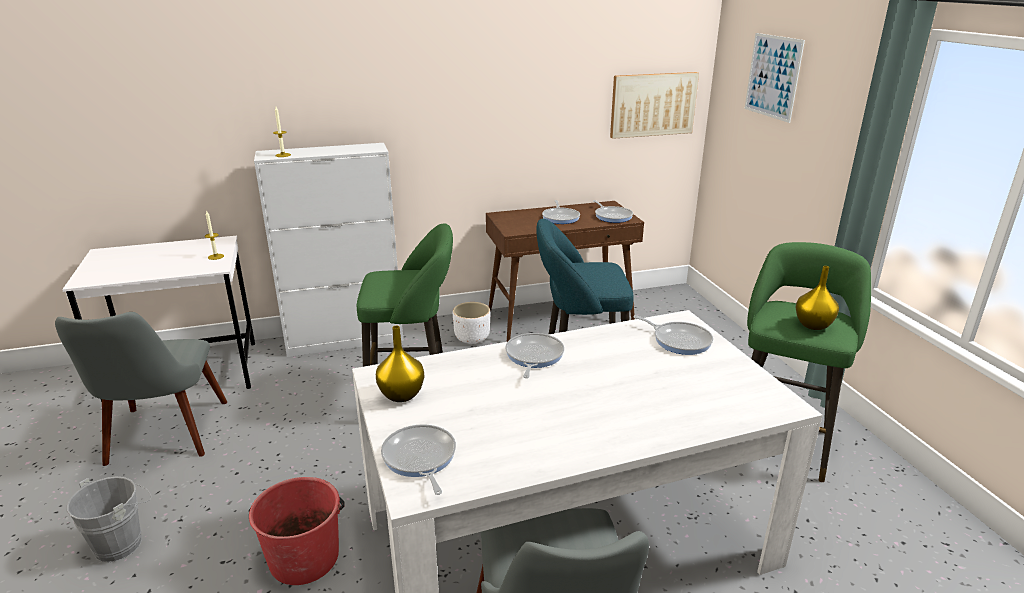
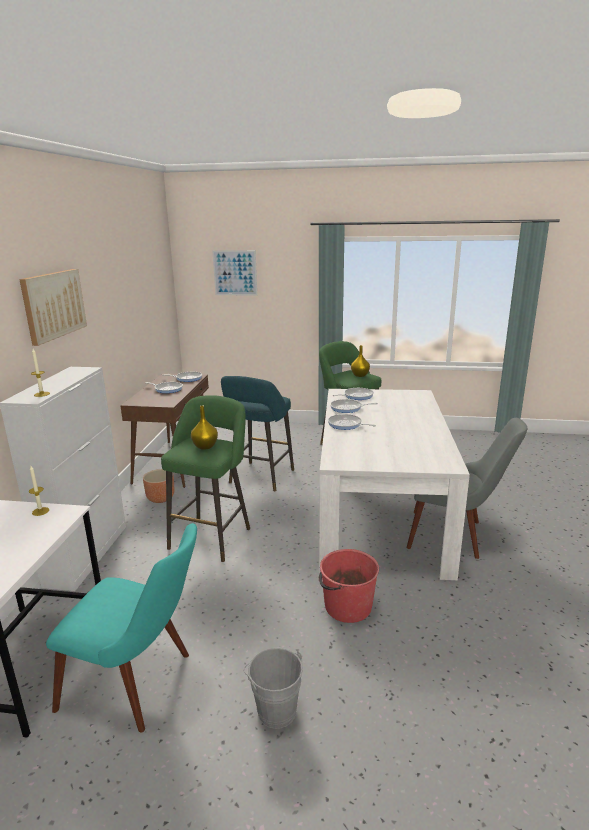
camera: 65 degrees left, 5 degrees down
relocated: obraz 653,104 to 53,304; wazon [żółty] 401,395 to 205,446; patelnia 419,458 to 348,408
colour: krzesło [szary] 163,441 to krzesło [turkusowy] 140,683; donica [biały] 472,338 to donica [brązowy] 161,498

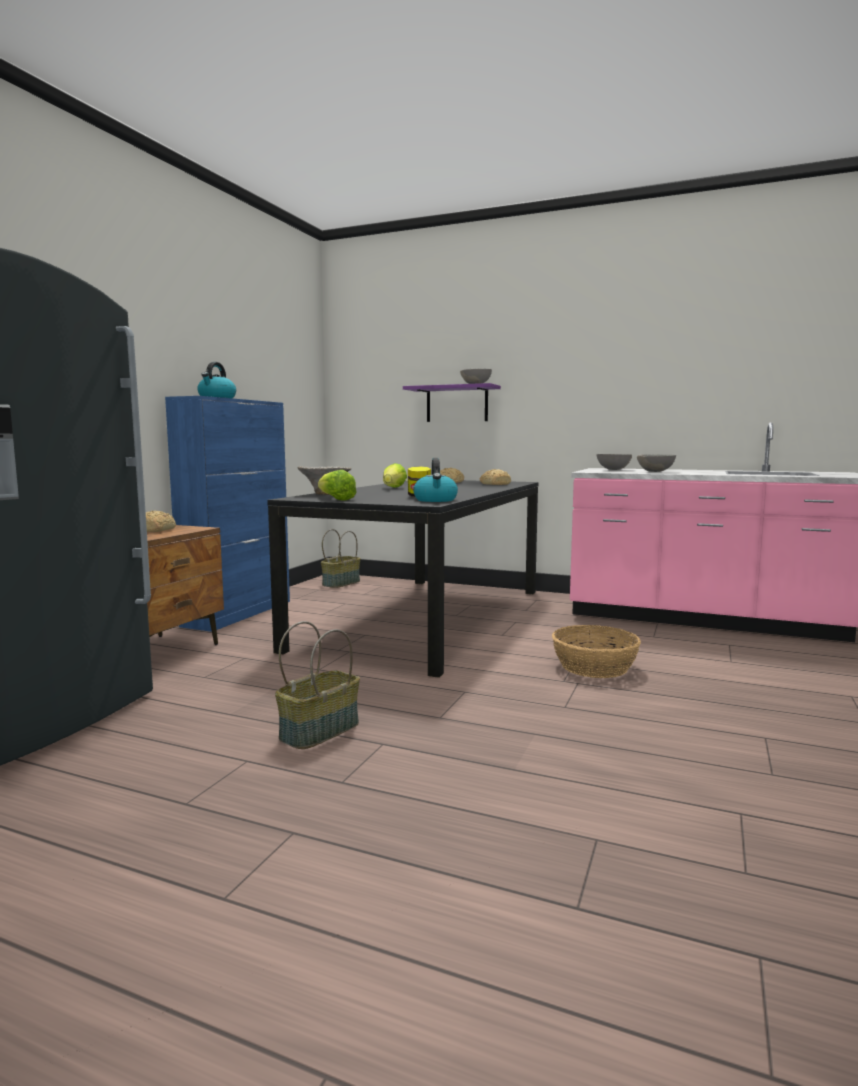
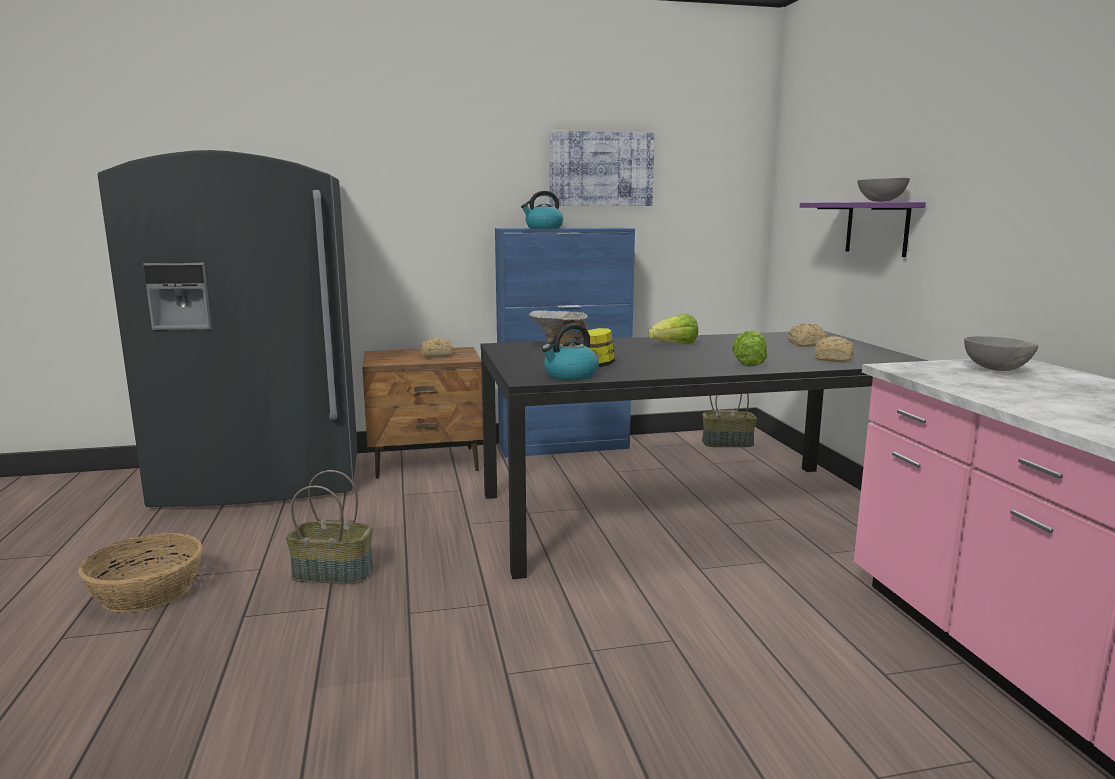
camera: 55 degrees right, 5 degrees up
missing: miska [szary] 656,471
appeared: obraz 601,169
relocated: koszyk 594,667 to 148,591; sałata 335,499 to 749,363

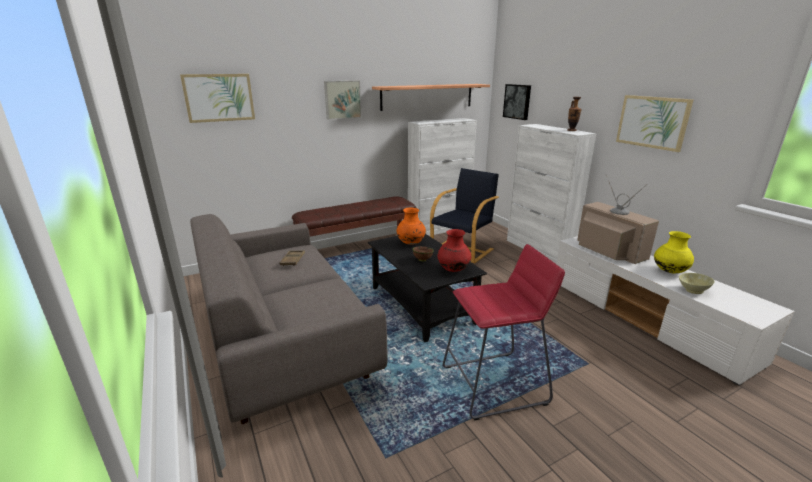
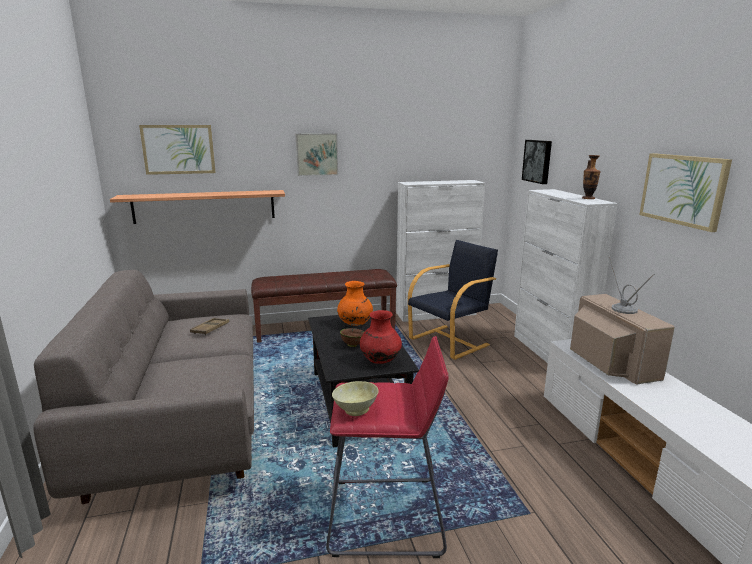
camera: 15 degrees right, 5 degrees down
missing: wazon [żółty] 669,271
relocated: półka 427,96 to 204,206; miska [beżowy] 692,290 to 355,410

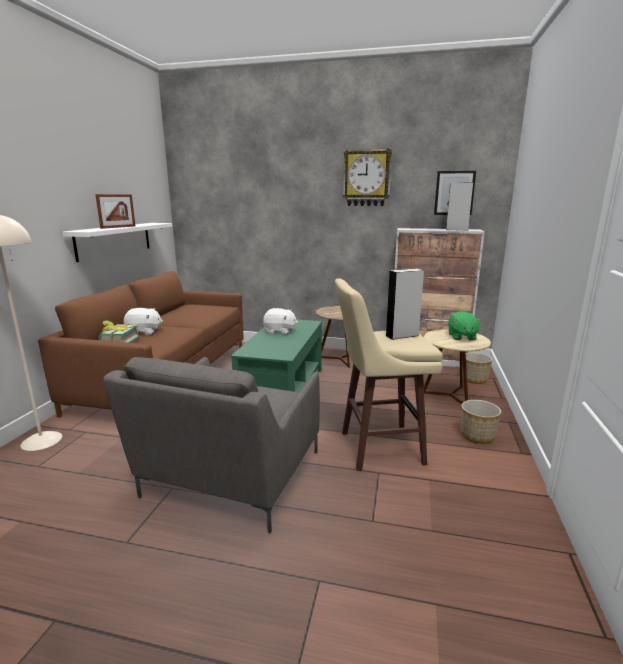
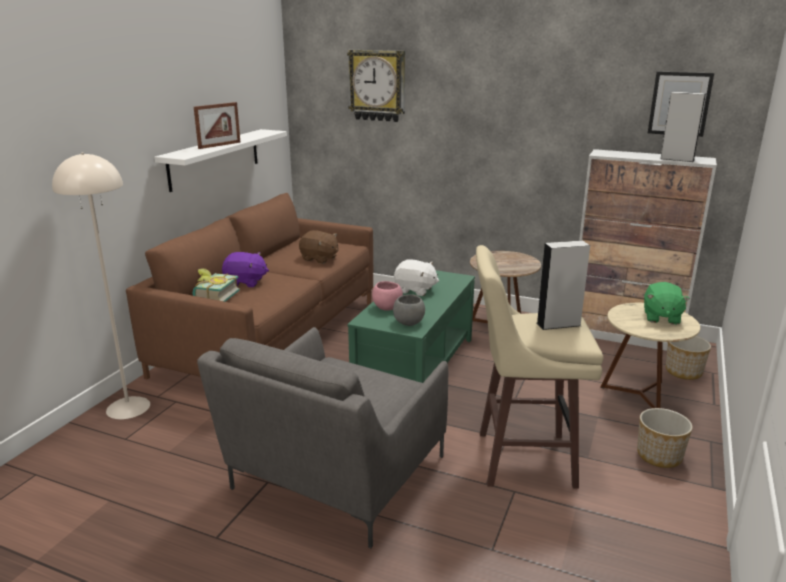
camera: 10 degrees right, 5 degrees up
appeared: pluszak [brązowy] 319,259; miska [różowy] 387,308; miska [szary] 408,322
relocated: zegar ścienny 367,178 to 377,85
colour: pluszak [biały] 144,332 to pluszak [fioletowy] 245,282

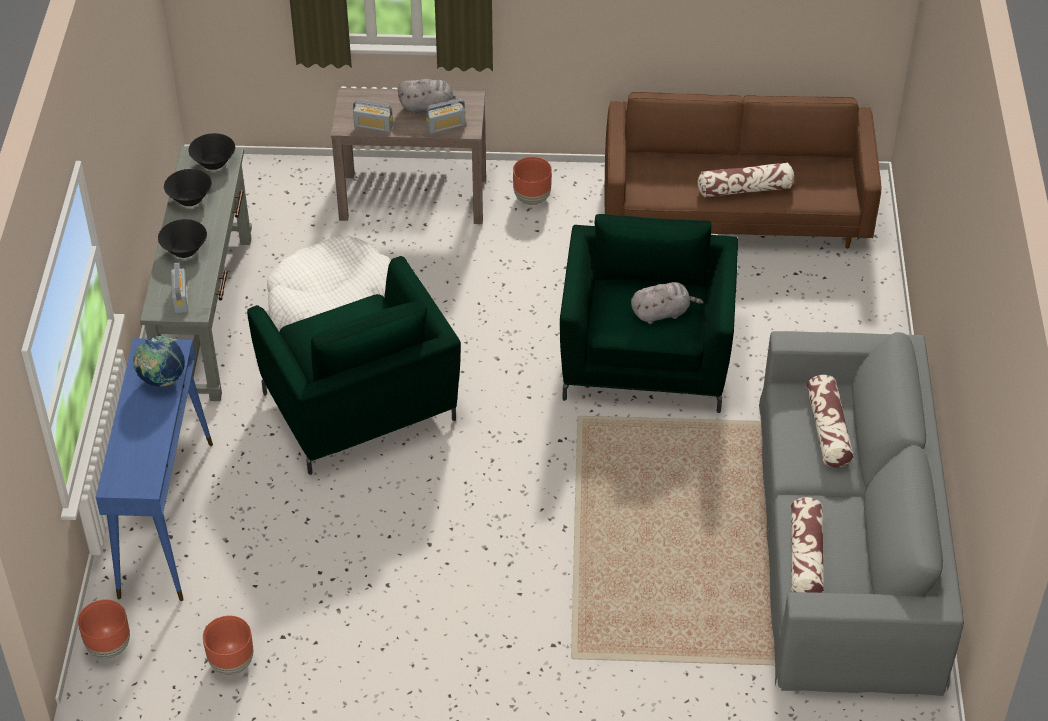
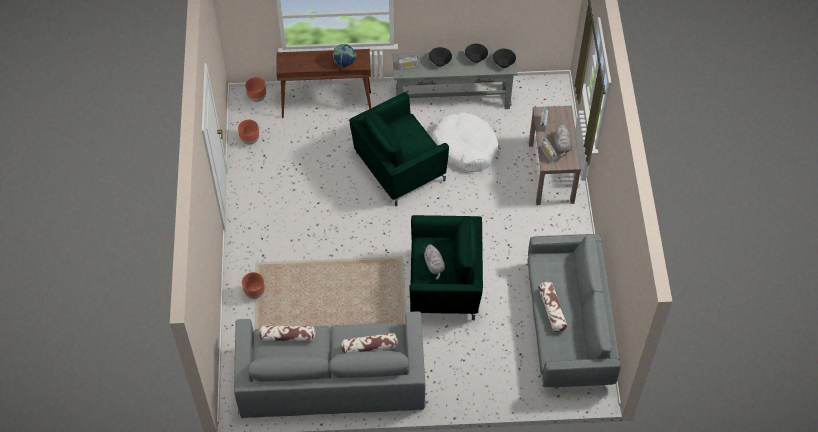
camera: 85 degrees right, 10 degrees up
relocated: donica [brązowy] 532,199 to 254,292
colour: stolik konsolowy [niebieski] 166,517 to stolik konsolowy [brązowy] 327,105; kanapa [brązowy] 735,210 to kanapa [szary] 568,324

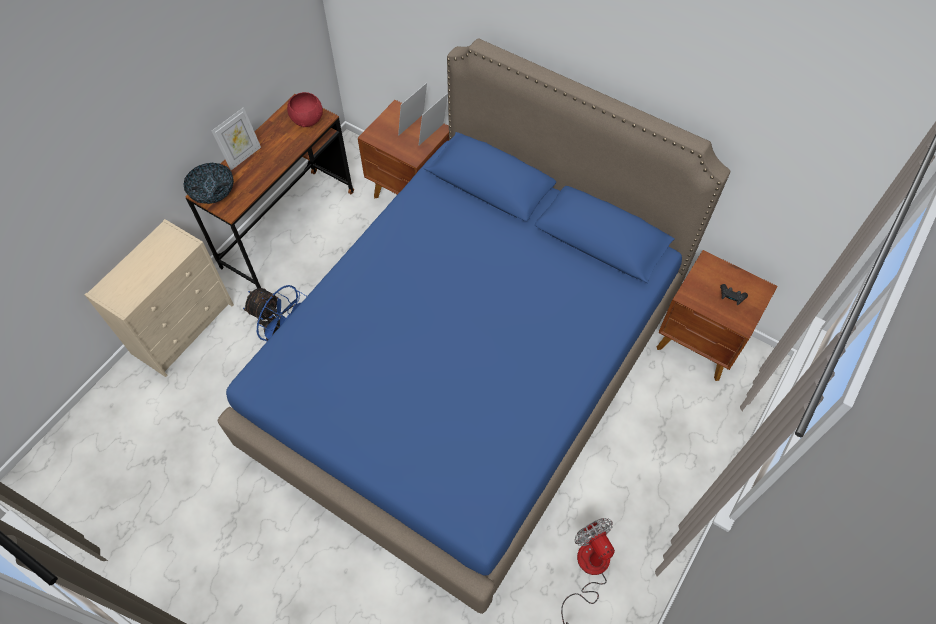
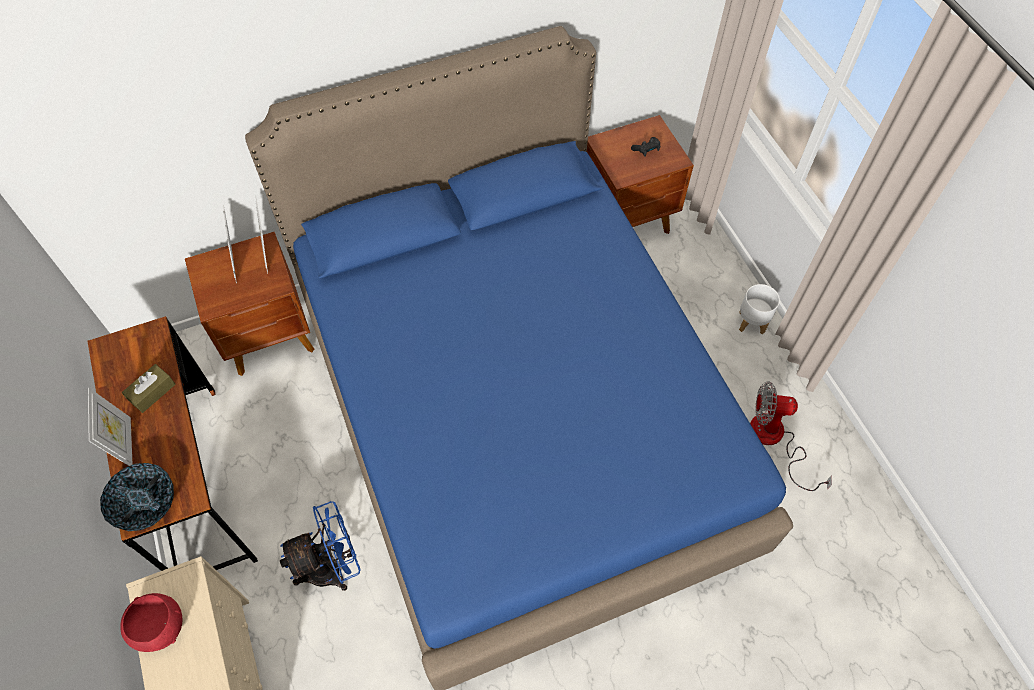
camera: 55 degrees left, 0 degrees up
appeared: pudełko chusteczek [brązowy] 152,392; donica [biały] 752,322
relocated: miska [czerwony] 307,119 to 159,627

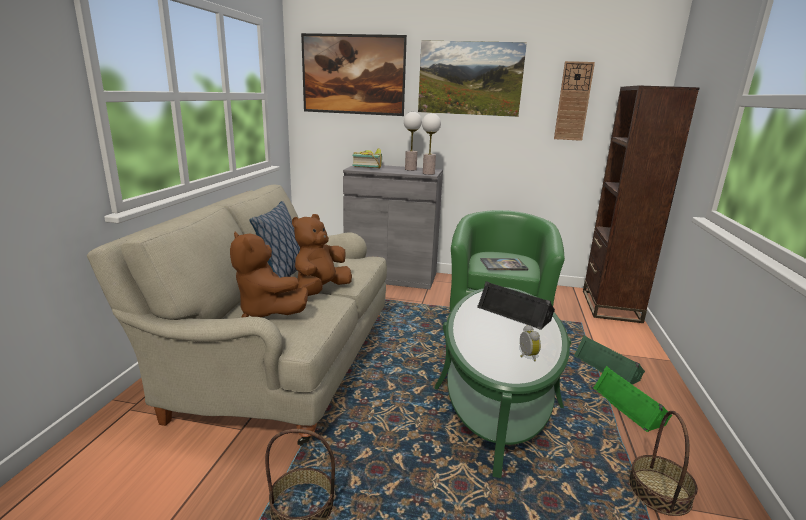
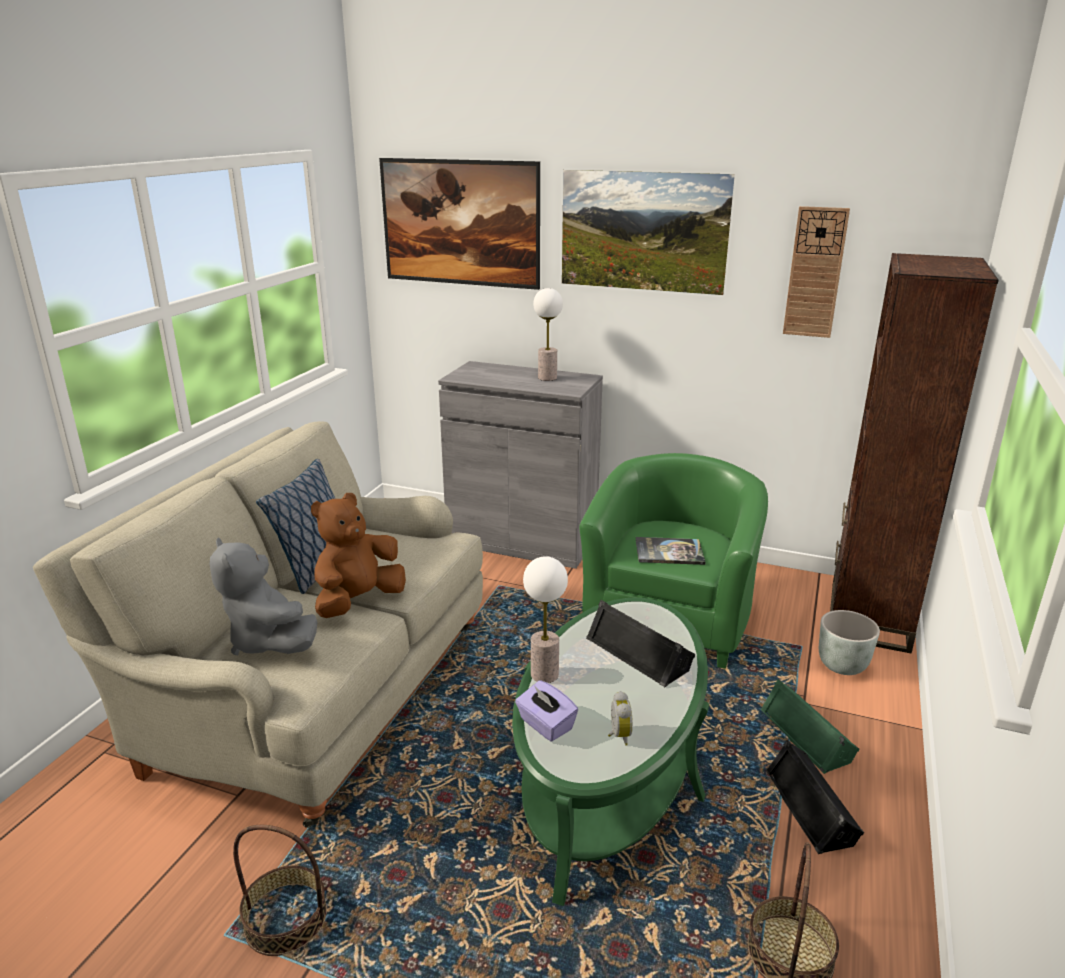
camera: 10 degrees right, 5 degrees up
missing: książka 368,166
appeared: pudełko chusteczek [fioletowy] 545,725; donica [szary] 841,666
relocated: lampa stołowa 428,173 to 545,674
colour: pluszak [brązowy] 267,312 to pluszak [szary] 269,641; głośnik [zielony] 629,405 to głośnik [czarny] 812,806

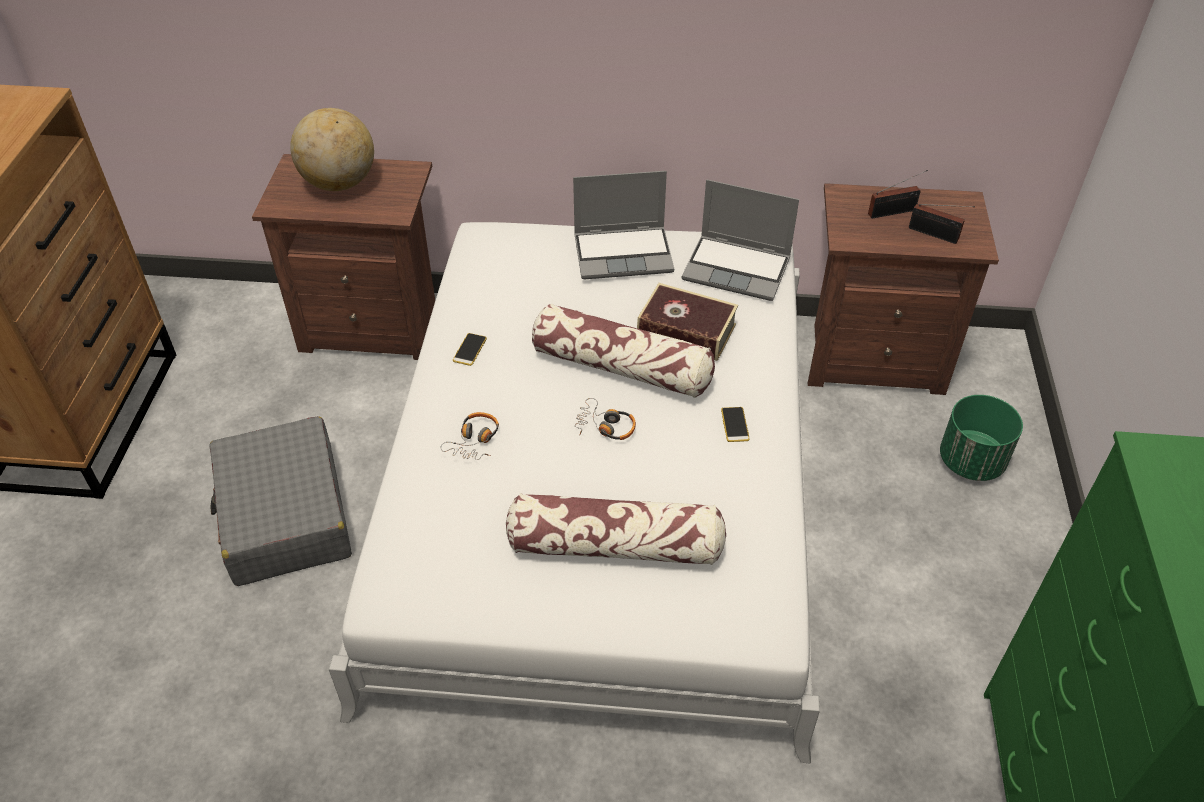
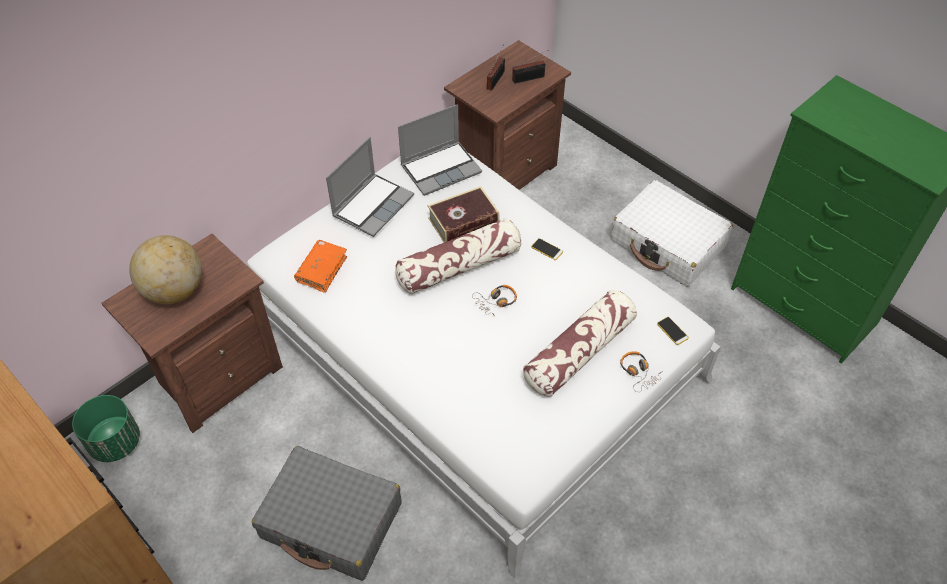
camera: 50 degrees left, 5 degrees up
appeared: książka [pomarańczowy] 322,270; walizka [biały] 668,244
relocated: donica [zielony] 971,461 to 116,442; słuchawki 474,441 to 638,373; telefon 470,349 to 672,331

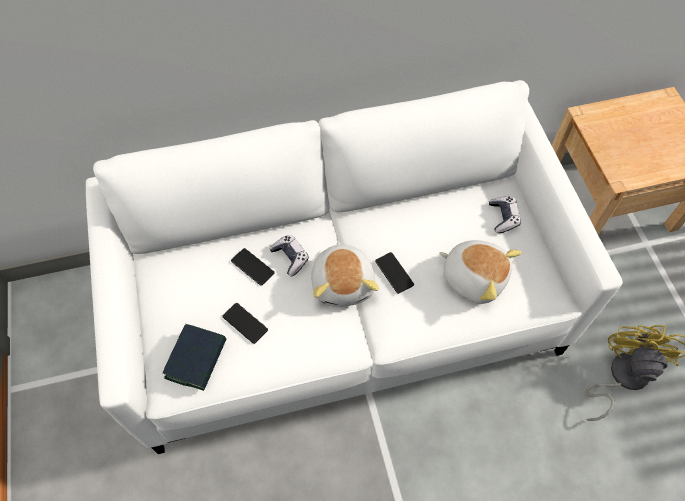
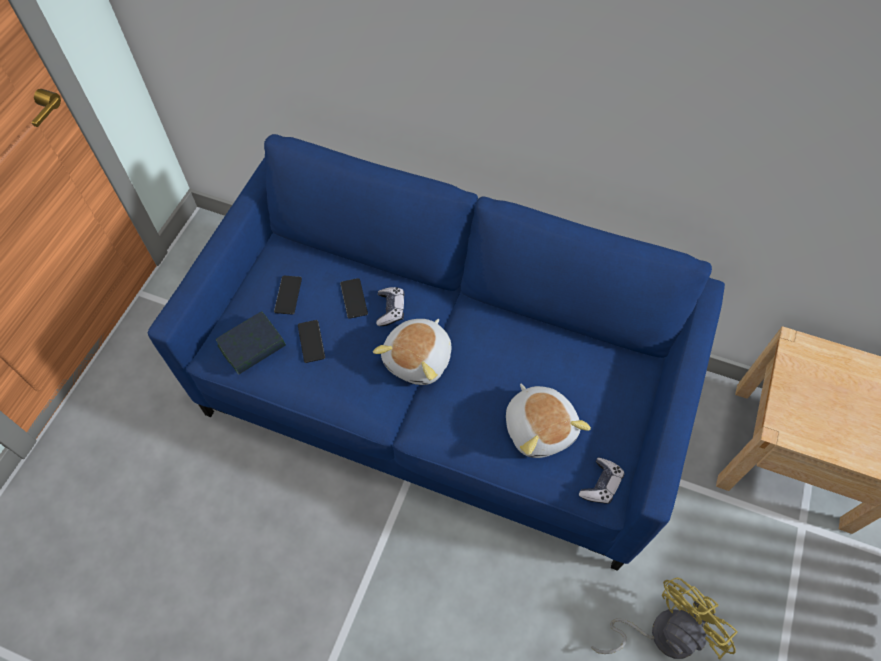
camera: 35 degrees right, 0 degrees up
relocated: telefon 394,273 to 288,295; pad do gier 503,217 to 601,484
colour: kanapa [biały] 342,309 to kanapa [niebieski] 441,394

